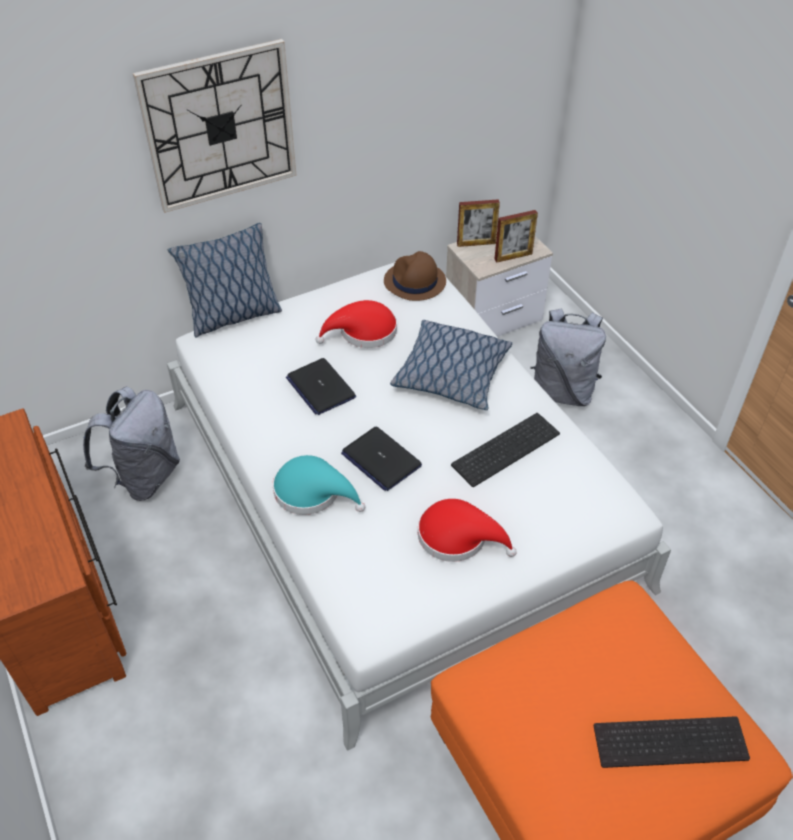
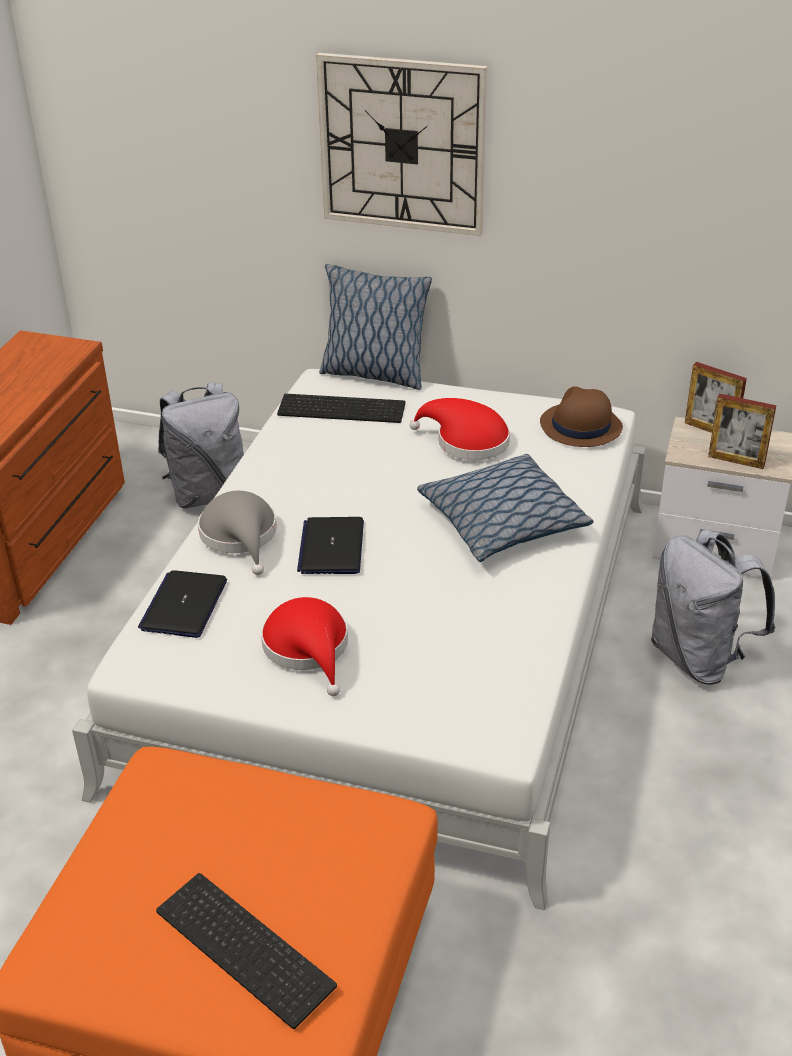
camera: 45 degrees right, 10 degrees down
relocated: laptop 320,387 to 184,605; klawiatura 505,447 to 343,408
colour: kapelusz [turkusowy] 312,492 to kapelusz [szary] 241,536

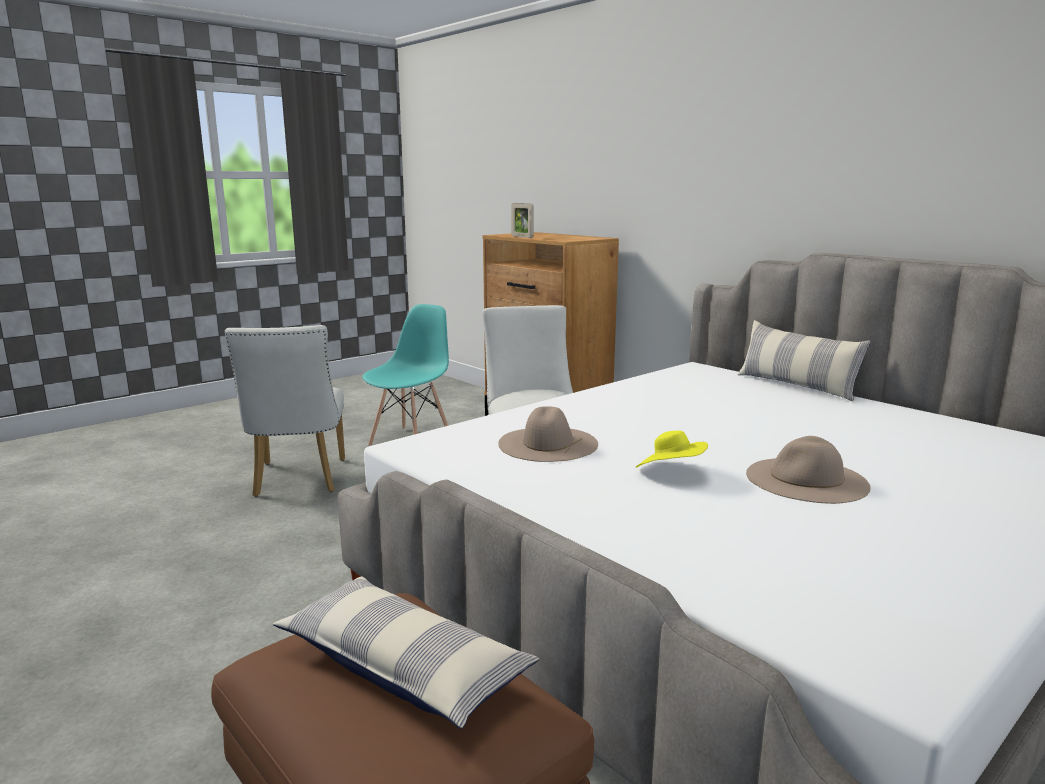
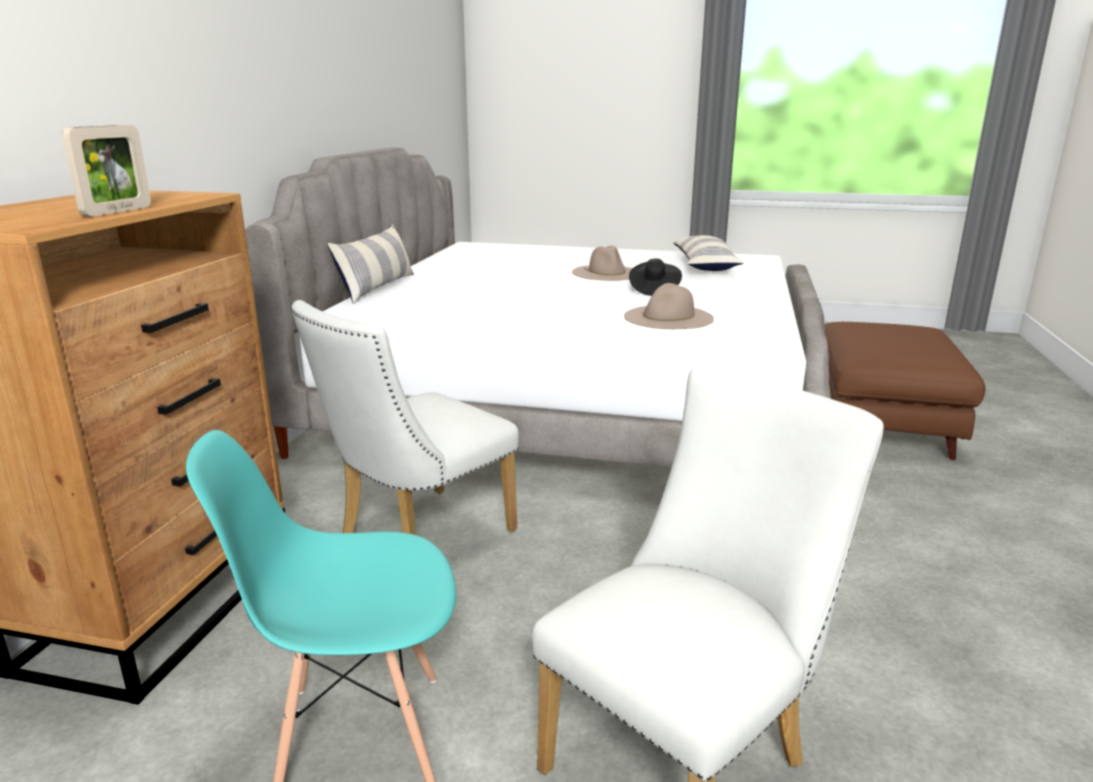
camera: 125 degrees left, 5 degrees up
relocated: poduszka 403,667 to 704,265
colour: kapelusz [żółty] 671,473 to kapelusz [czarny] 653,290

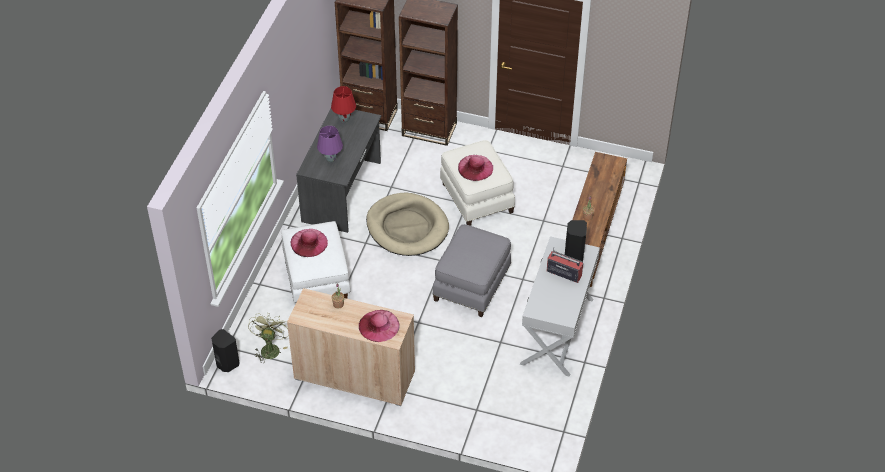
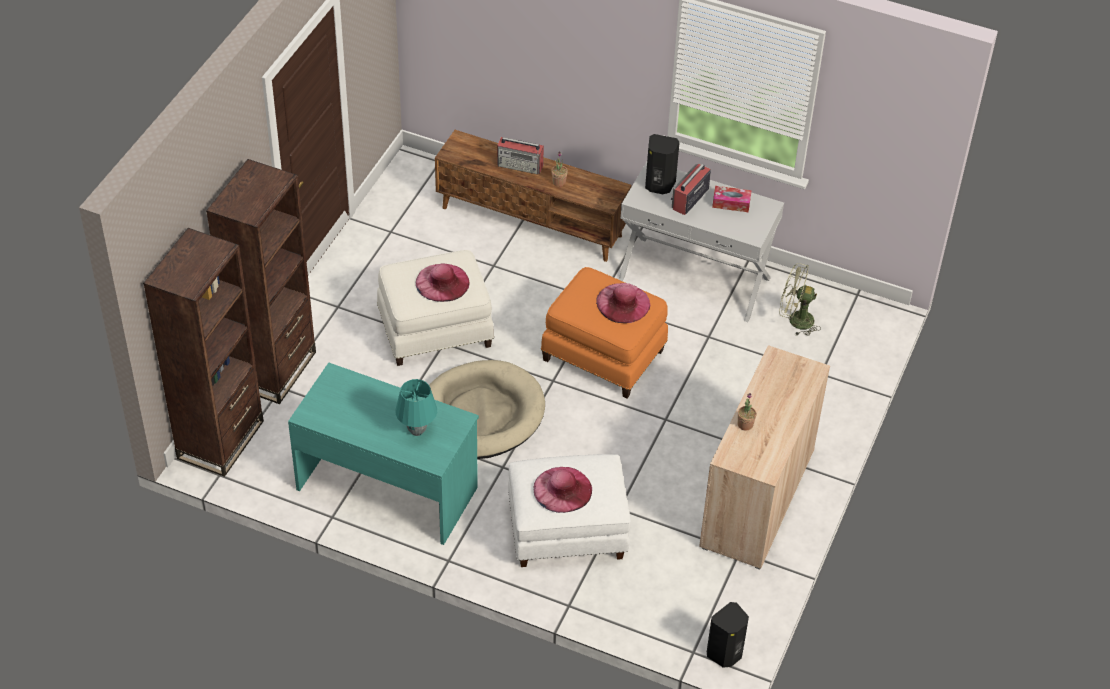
camera: 85 degrees left, 0 degrees up
missing: lampa stołowa [czerwony] 344,119
appeared: radio 520,165; pudełko chusteczek 731,203
relocated: kapelusz [różowy] 379,325 to 623,303; wentylator [zielony] 270,348 to 795,320
colour: biurko [szary] 342,192 to biurko [turkusowy] 388,487; lampa stołowa [fioletowy] 330,159 to lampa stołowa [turkusowy] 417,431; pufa [szary] 472,285 to pufa [pomarańczowy] 604,354

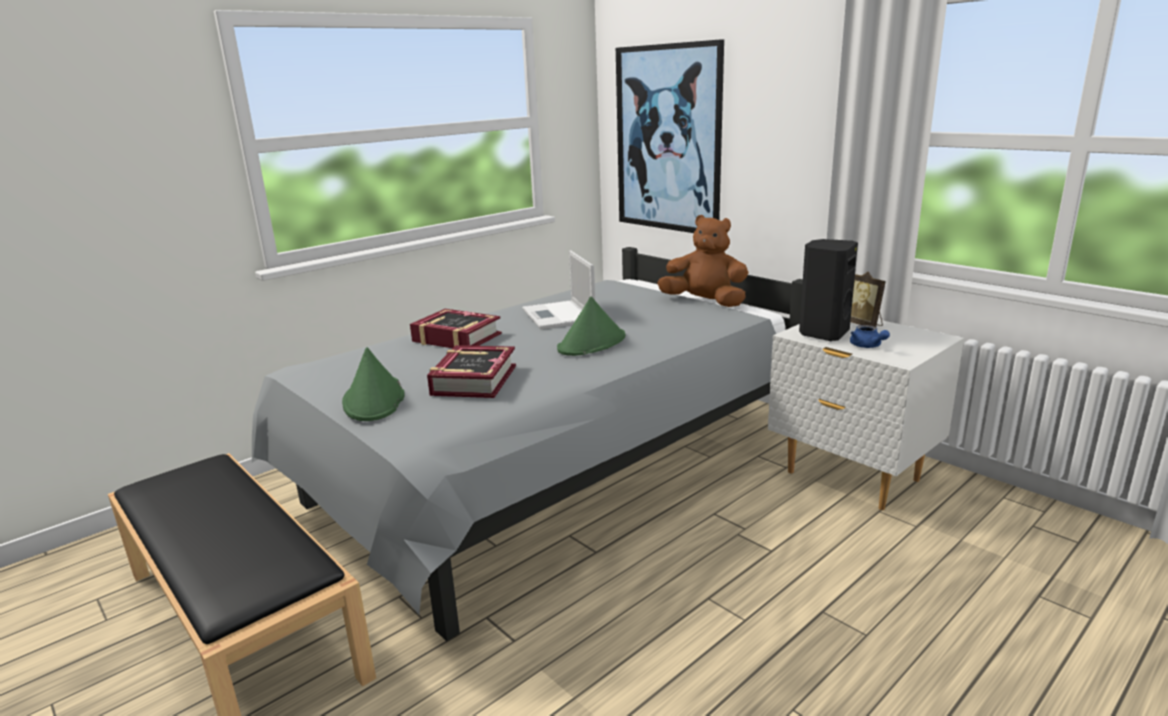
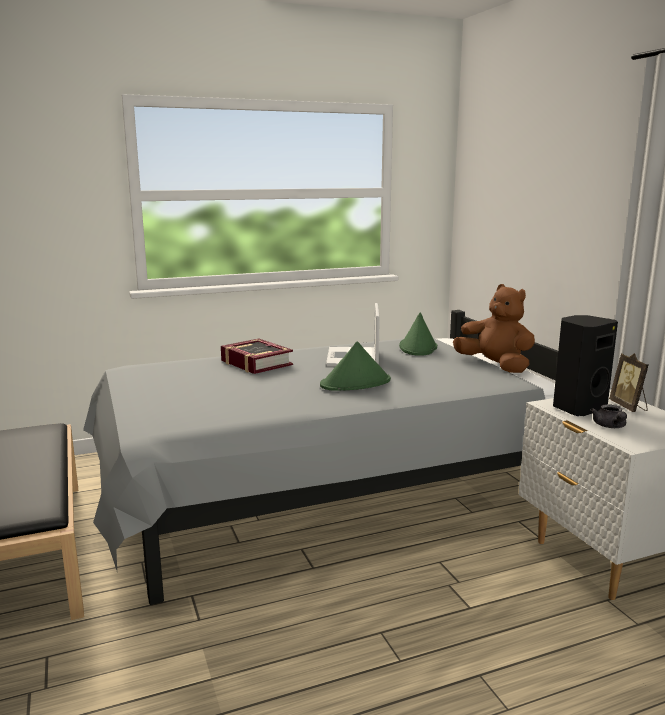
camera: 20 degrees right, 5 degrees down
missing: książka 473,380; obraz 668,139
relocated: kapelusz [zielony] 374,400 to 418,347
colour: imbryk [niebieski] 867,346 to imbryk [szary] 610,426

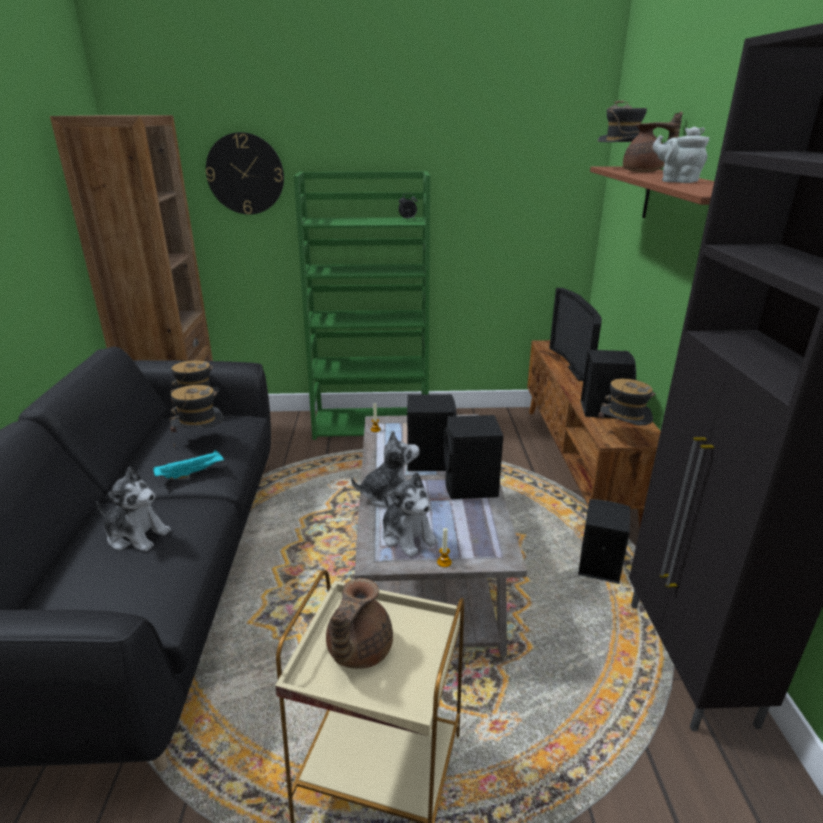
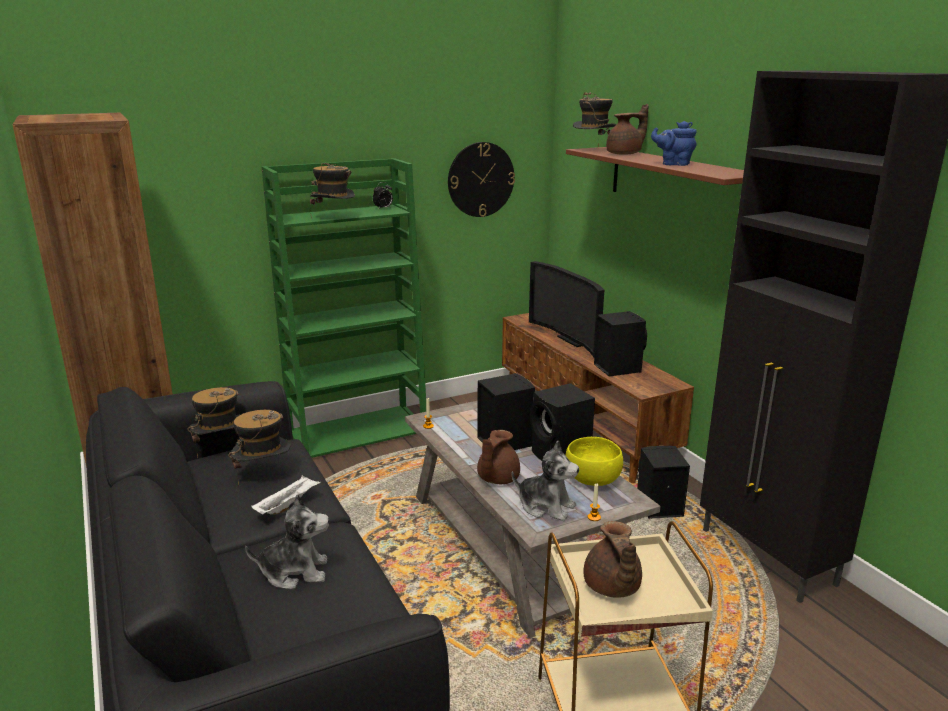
camera: 25 degrees left, 5 degrees down
appeared: miska [żółty] 593,479
relocated: kapelusz 622,436 to 334,218; zegar ścienny 245,174 to 480,179
exchanged: pluszak 388,495 to imbryk [brązowy] 496,478
colour: taca [turkusowy] 192,473 to taca [biały] 287,505; imbryk [szary] 676,181 to imbryk [niebieski] 673,164

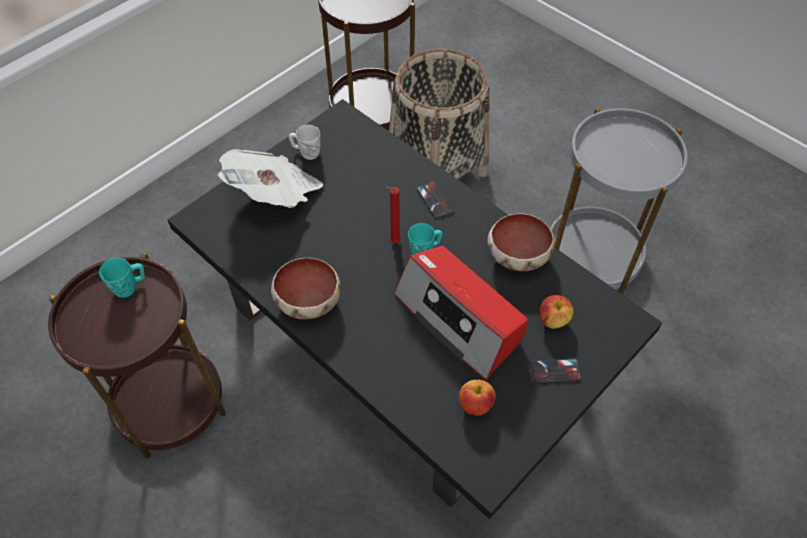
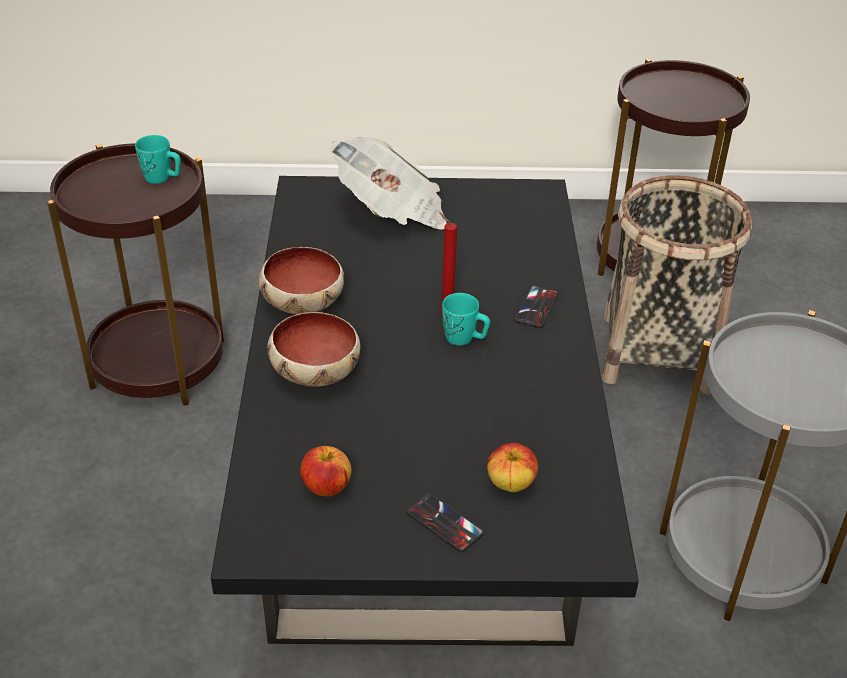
camera: 45 degrees right, 15 degrees down
missing: kubek [biały] 306,152; radio 459,319
relocated: miska 517,255 to 313,371

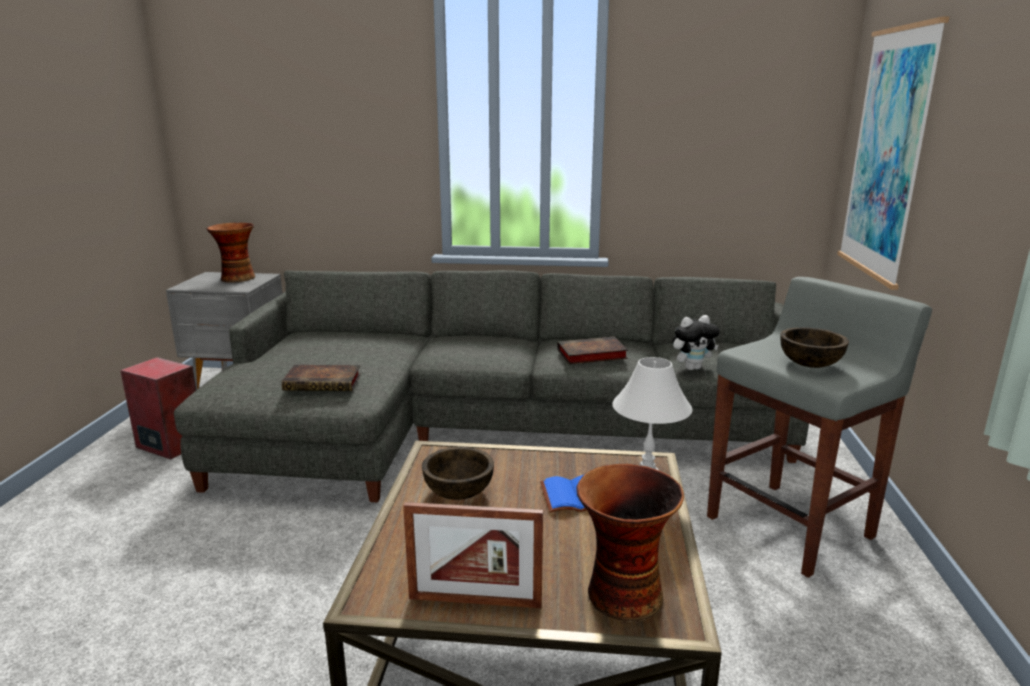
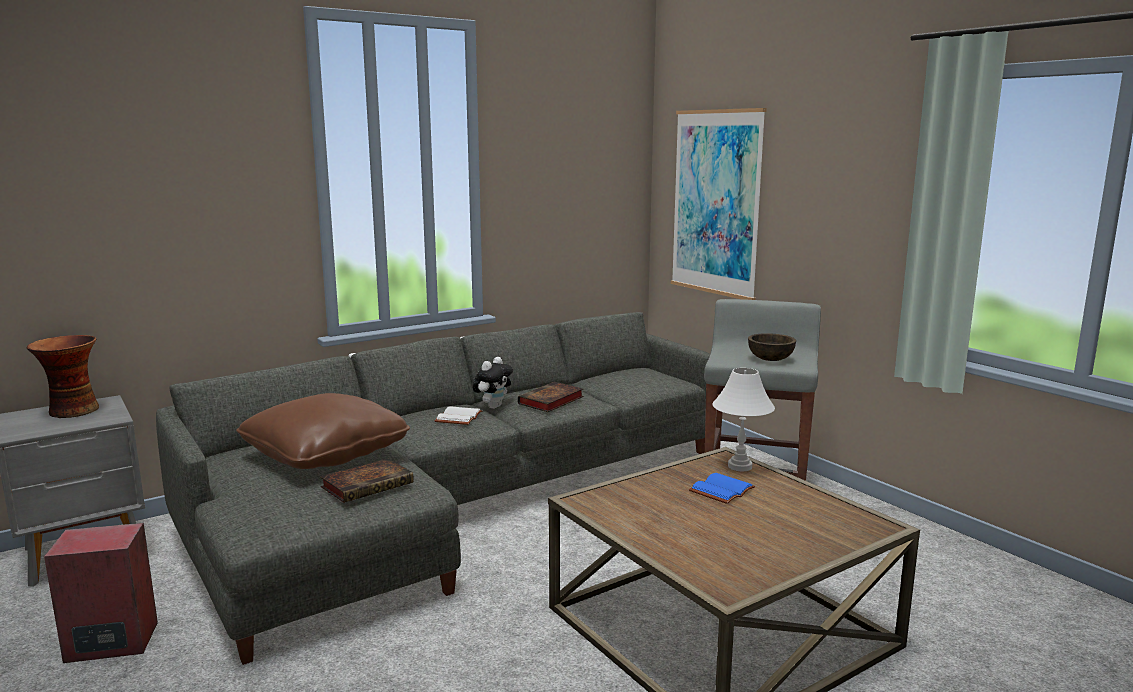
camera: 40 degrees left, 5 degrees down
missing: ramka na zdjęcie 475,601; miska [brązowy] 458,492; wazon 622,596
appeared: poduszka [brązowy] 326,454; książka [biały] 457,417
relocated: pluszak 692,368 to 493,406

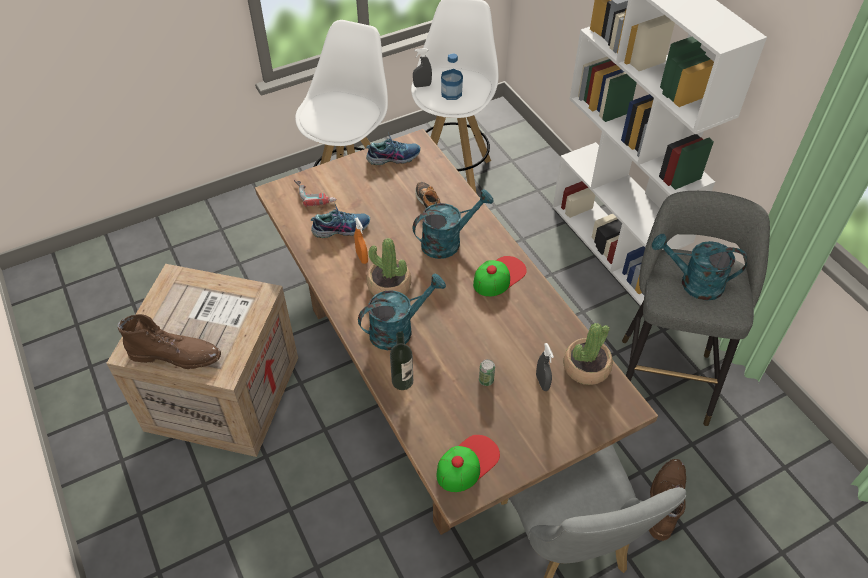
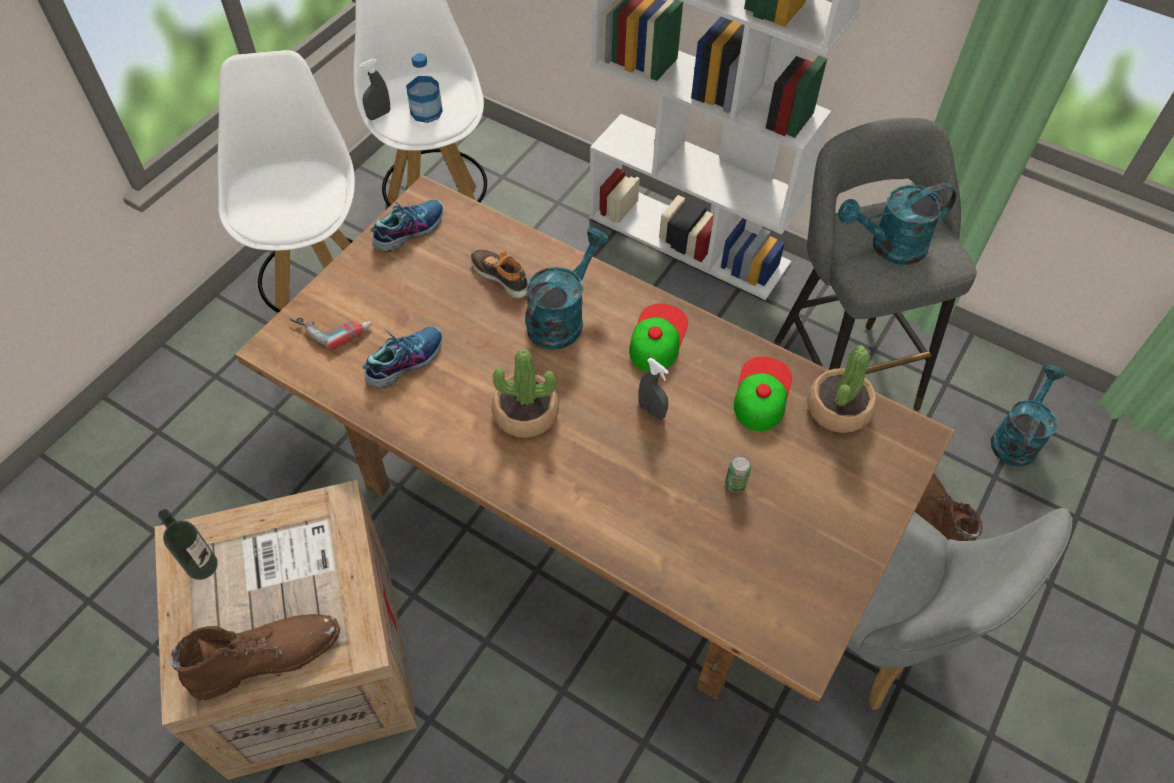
camera: 30 degrees left, 5 degrees up
missing: spryskiwacz [pomarańczowy] 362,257
relocated: butelka 402,381 to 202,566; spryskiwacz [szary] 542,382 to 651,411; czapka z daszkiem 467,463 to 761,393; konewka [turkusowy] 398,329 to 1016,438

